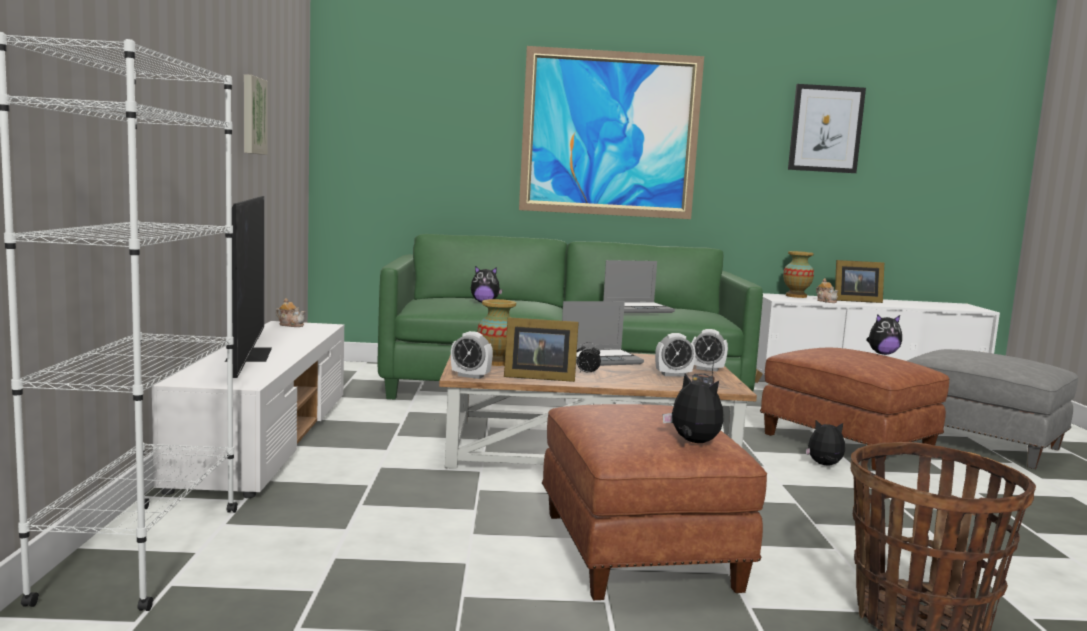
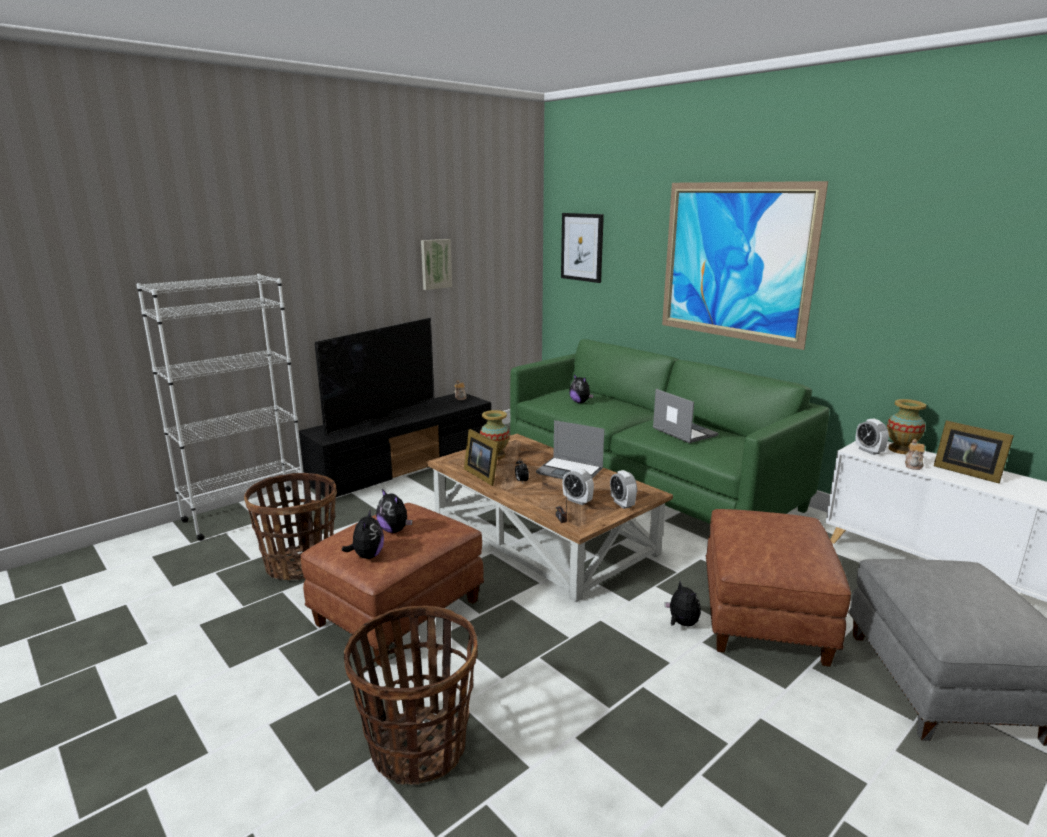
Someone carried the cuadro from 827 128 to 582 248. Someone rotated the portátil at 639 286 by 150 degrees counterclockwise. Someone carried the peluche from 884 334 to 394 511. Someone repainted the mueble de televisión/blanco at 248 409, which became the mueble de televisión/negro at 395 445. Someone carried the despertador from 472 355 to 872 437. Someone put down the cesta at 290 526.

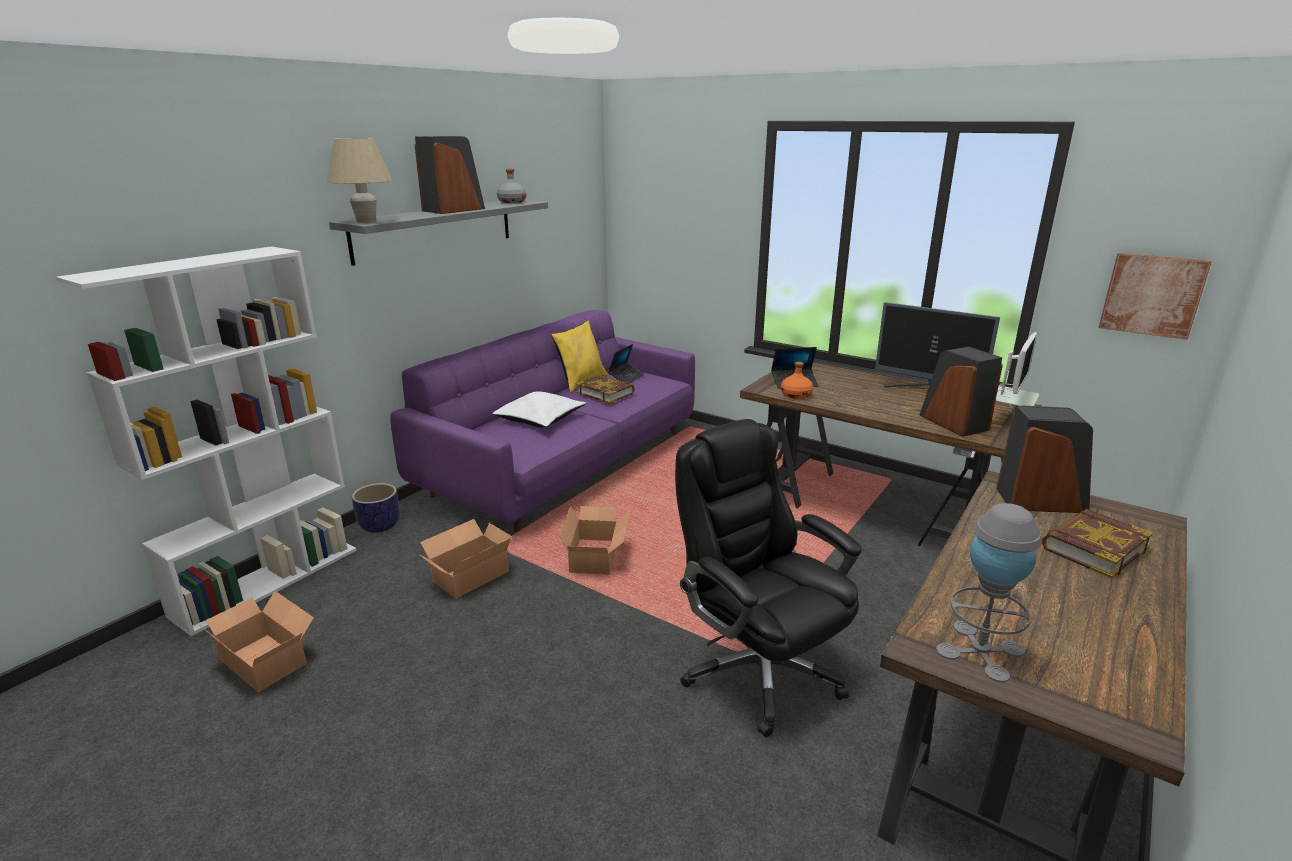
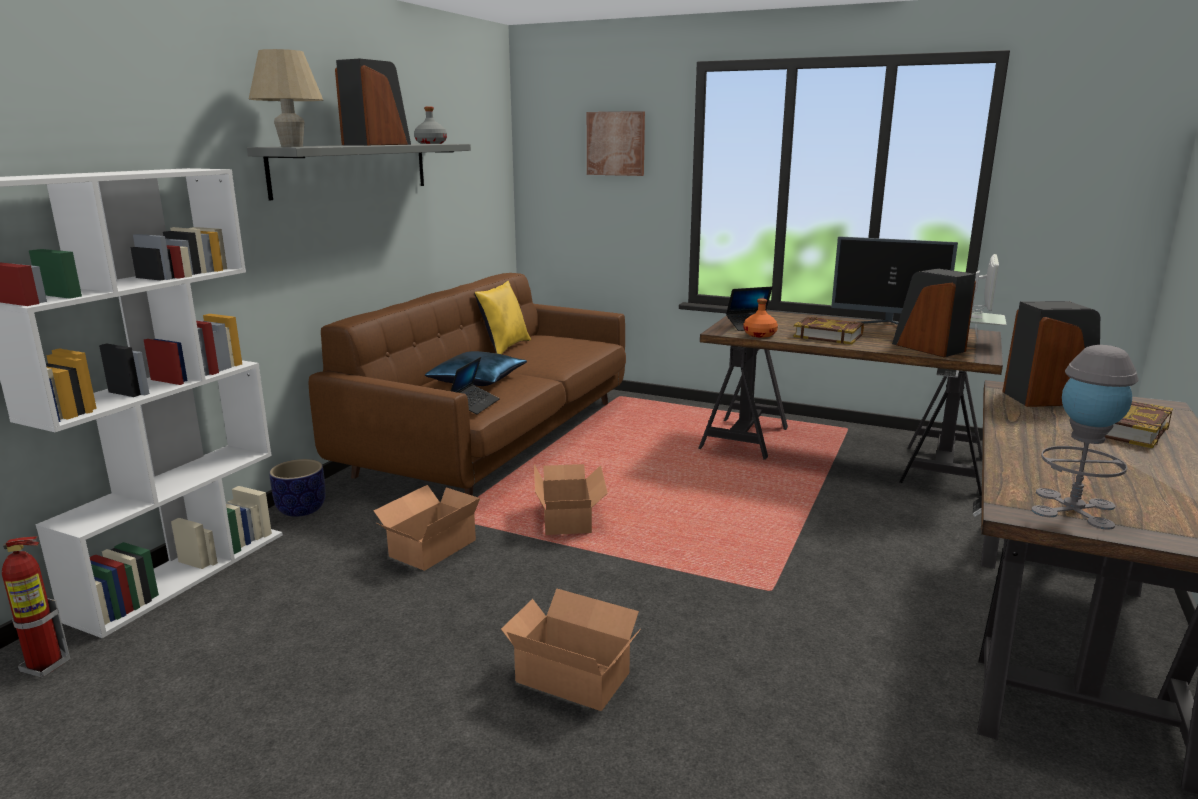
Someone carried the cuadro from 1155 296 to 616 143. Someone repainted the sofá/morado at 542 421, which became the sofá/marrón at 467 384. Someone carried the portátil from 626 363 to 475 385. Someone carried the libro from 605 389 to 828 330. Someone repainted the cojín/blanco at 539 409, which became the cojín/azul at 476 368. Someone took away the silla de oficina/negro at 768 578. Someone carried the caja de cartón from 256 641 to 571 649. Someone put down the extintor at 36 607.

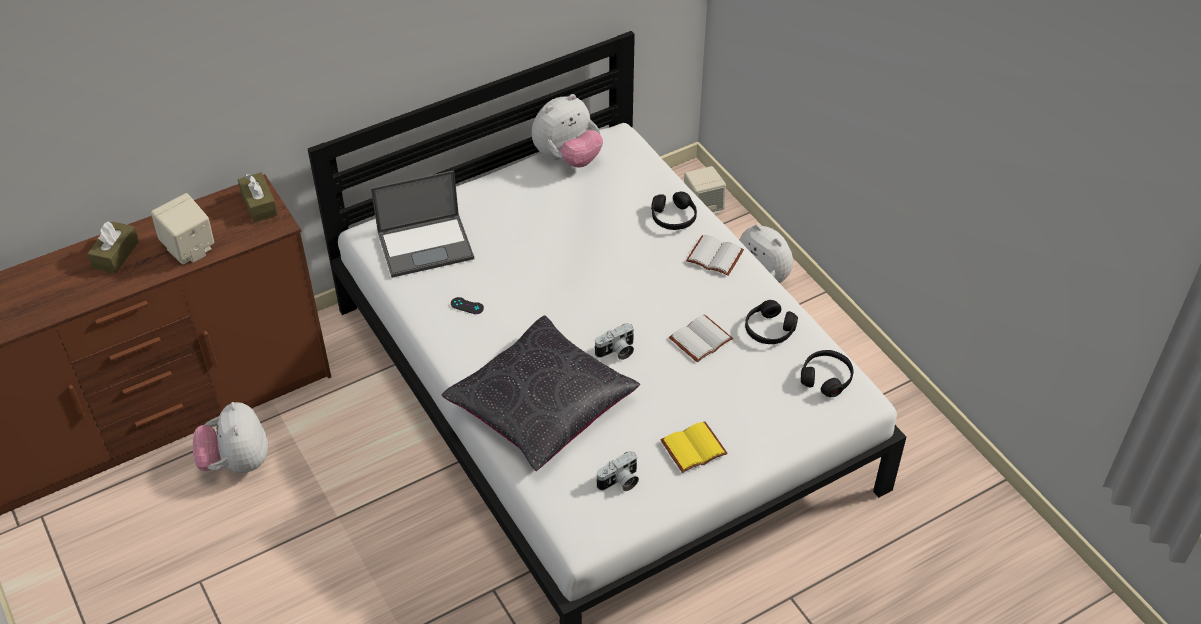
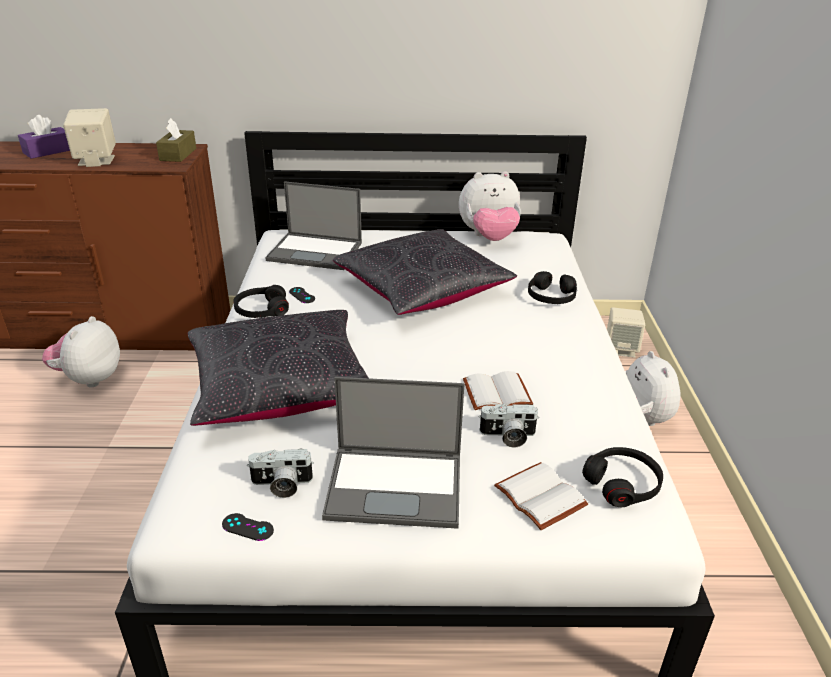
Someone repainted the caja de pañuelos/marrón at 113 247, which became the caja de pañuelos/morado at 44 137. Someone carried the libro/blanco from 715 255 to 541 496. Someone carried the auriculares/negro from 771 322 to 261 301. Someone carried the cámara from 614 341 to 508 426. Someone swapped the libro/amarillo at 694 447 for the portátil at 393 453. Someone put down the cojín/negro at 425 272. Someone put down the mando de consola/negro at 248 527.

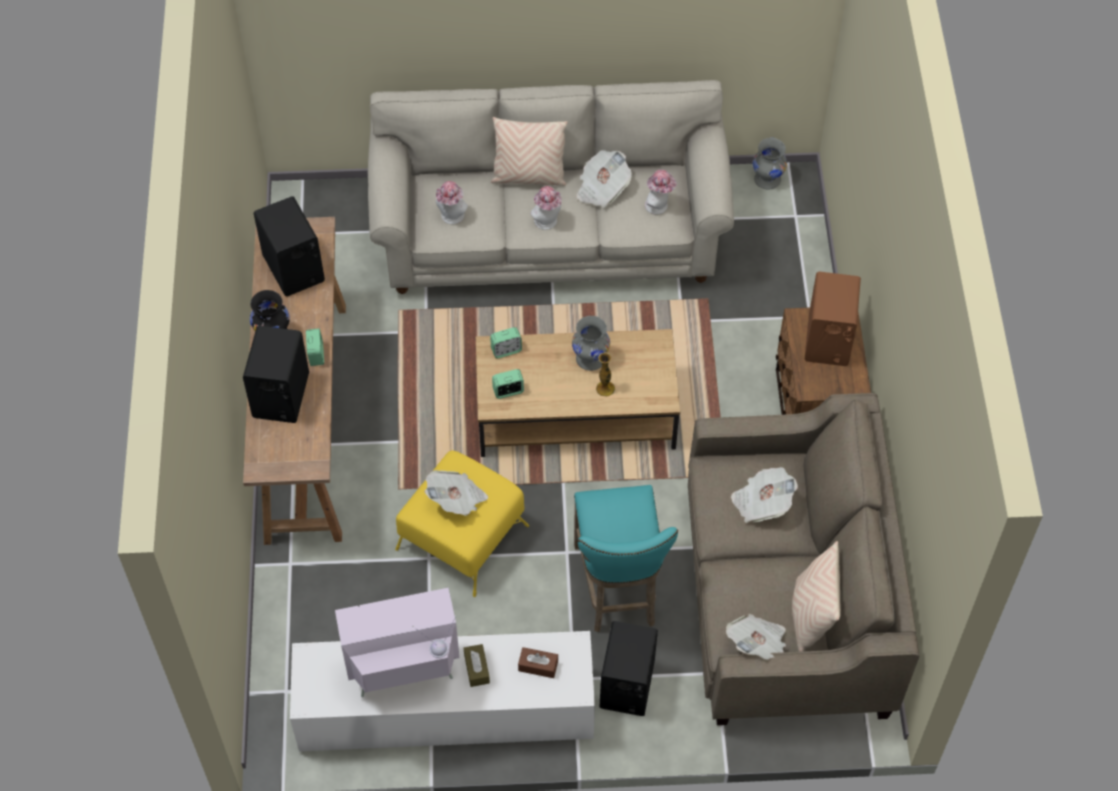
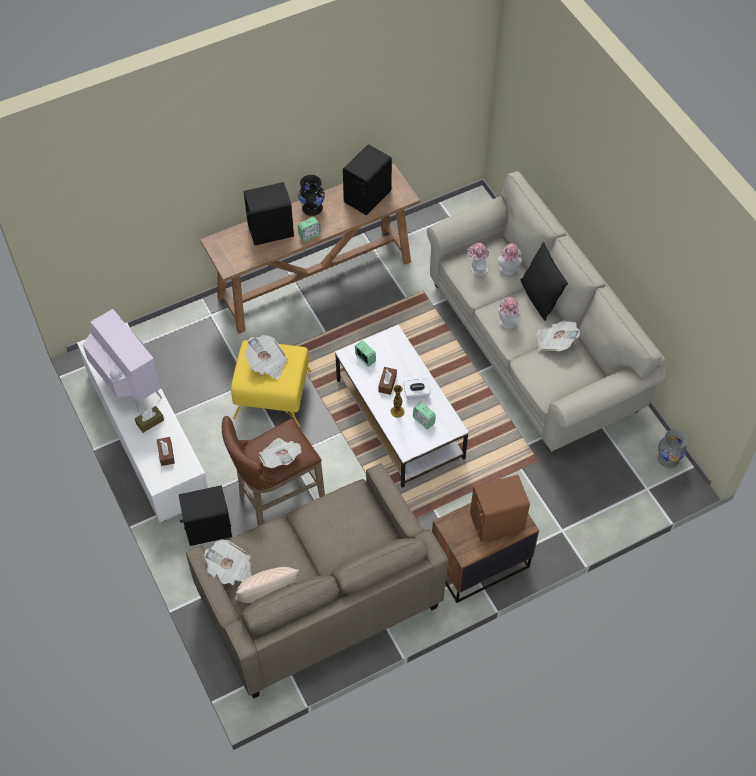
Someone repainted the cojín/beis at 529 151, which became the cojín/negro at 544 281. Someone carried the sombrero from 661 192 to 510 259. Someone swapped the florero/gris at 591 343 for the caja de pañuelos/blanco at 417 388. Someone carried the despertador from 506 342 to 424 415. Someone repainted the mesa de centro/marrón at 578 393, which became the mesa de centro/blanco at 402 406. Someone carried the periódico from 764 495 to 280 453. Someone repainted the taburete/turquesa at 626 558, which became the taburete/marrón at 273 471. Someone put down the caja de pañuelos/marrón at 387 381.

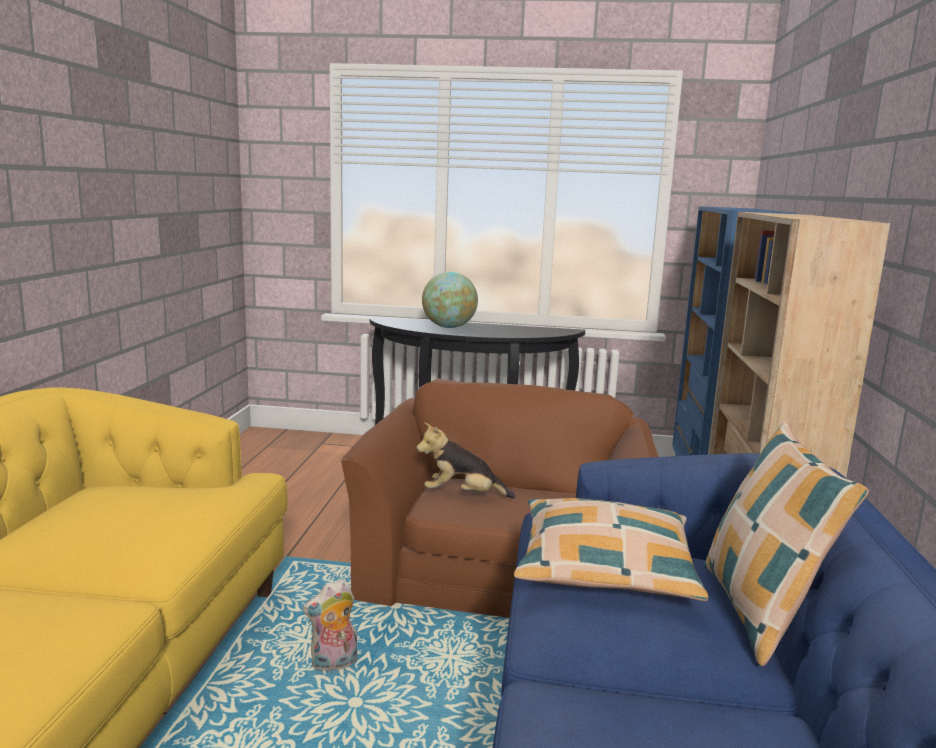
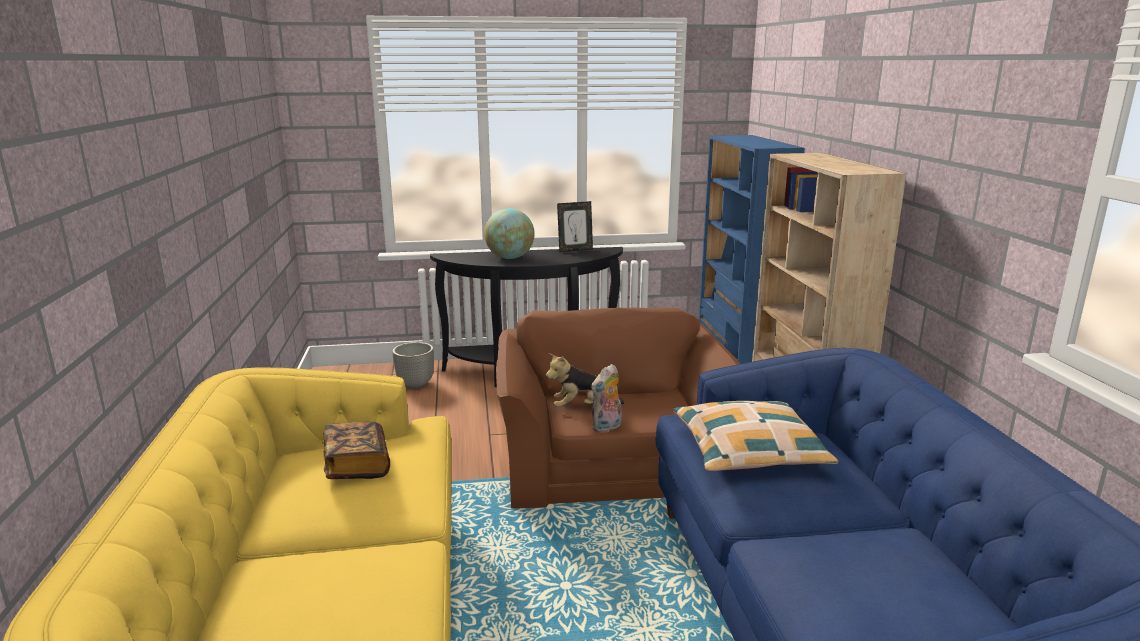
Someone took away the cojín at 786 543. Someone carried the peluche from 330 625 to 608 398. Someone put down the portarretratos at 575 226. Someone put down the maceta at 413 365. Someone put down the libro at 357 450.

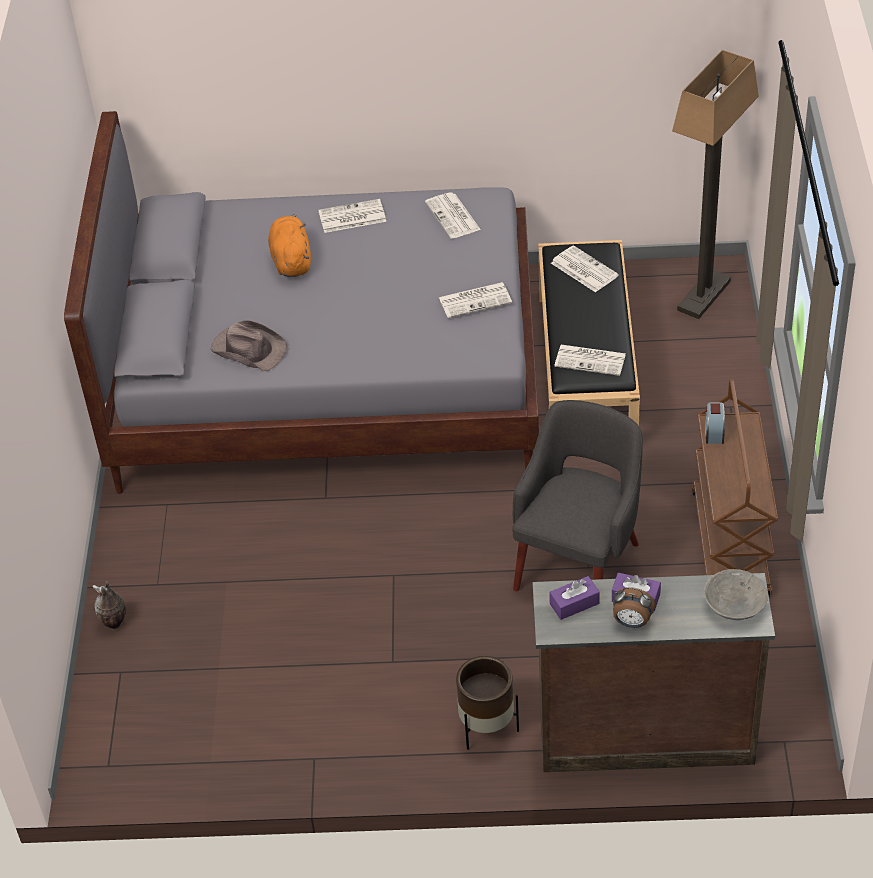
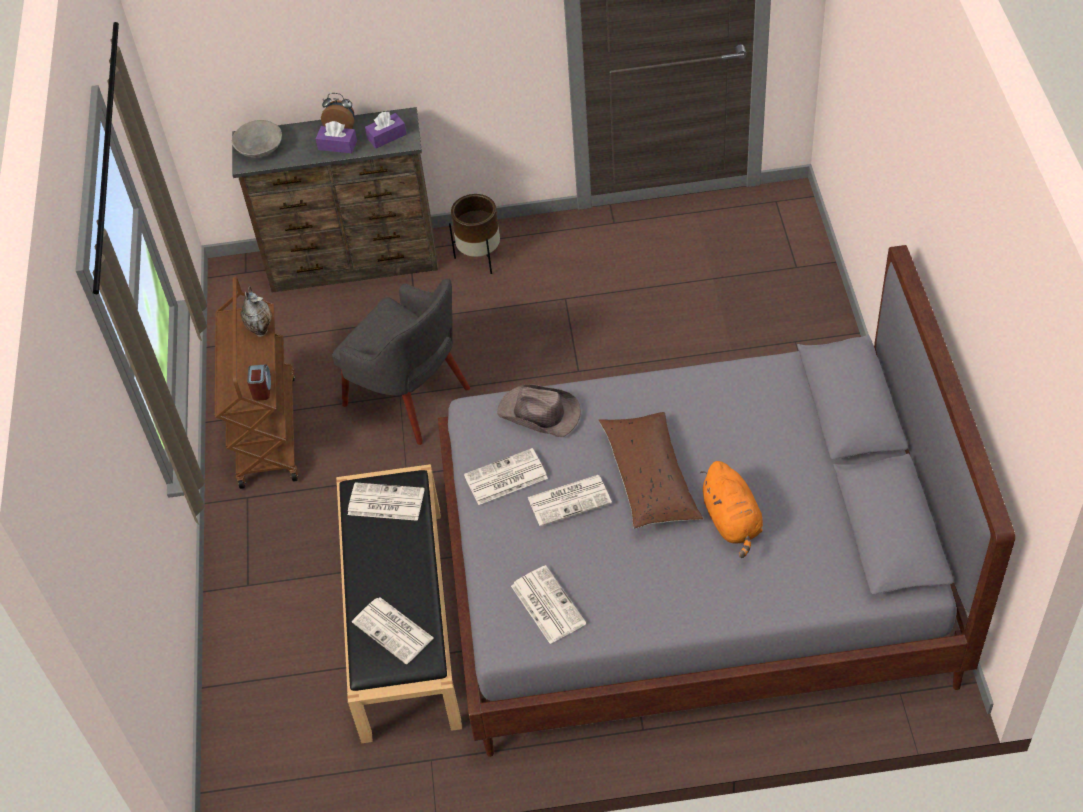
Someone took away the lámpara de pie at 715 184. Someone carried the periódico from 352 216 to 569 500. Someone carried the sombrero/marrón from 249 345 to 539 410. Someone rotated the sillón/gris at 577 496 by 75 degrees counterclockwise. Someone carried the florero from 109 605 to 256 311. Someone put down the cojín/marrón at 651 470.

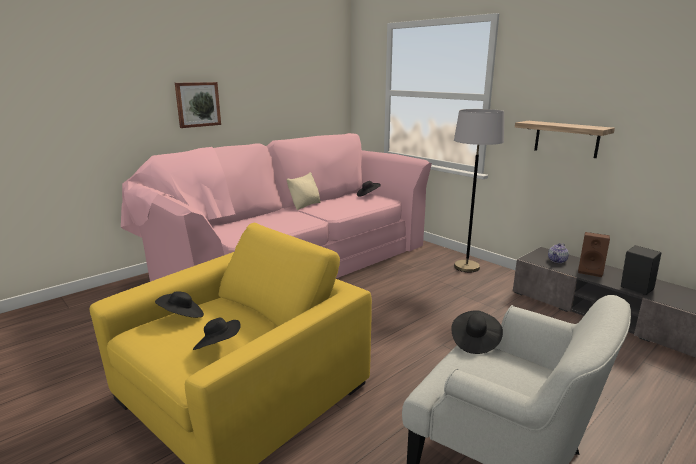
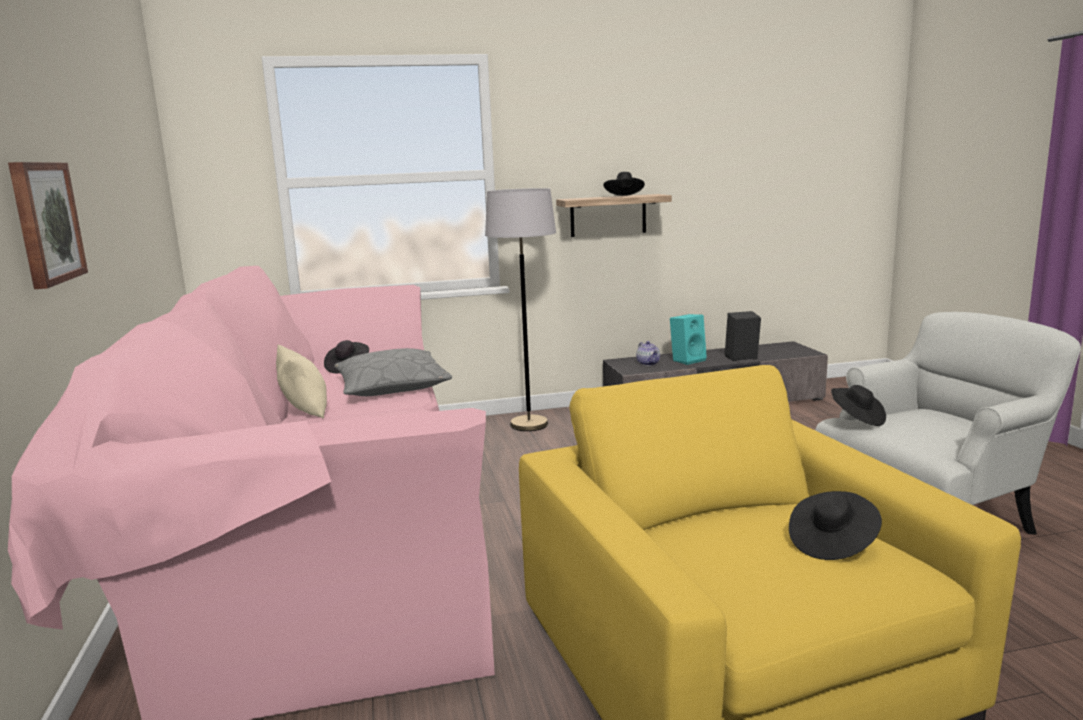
Someone repainted the altavoz/marrón at 594 254, which became the altavoz/turquesa at 688 339. Someone carried the sombrero/negro from 179 304 to 624 184. Someone put down the cojín/gris at 393 372.

